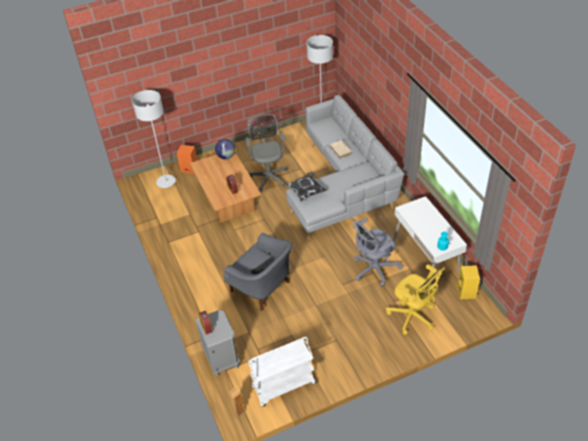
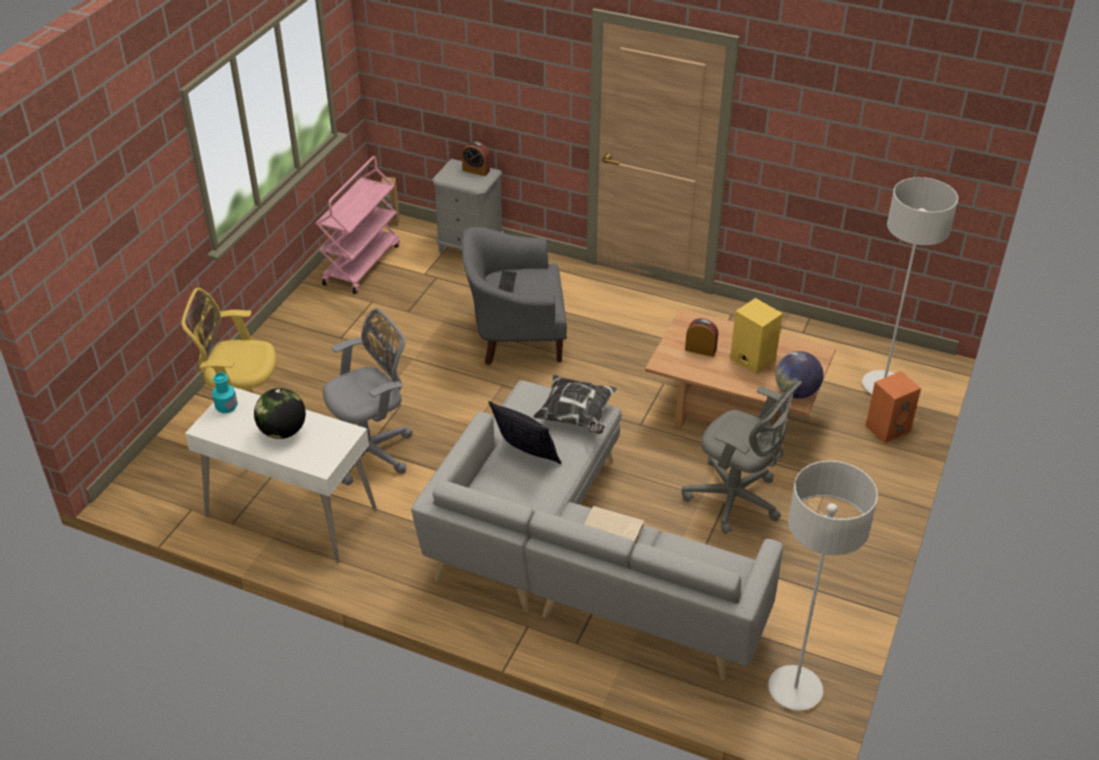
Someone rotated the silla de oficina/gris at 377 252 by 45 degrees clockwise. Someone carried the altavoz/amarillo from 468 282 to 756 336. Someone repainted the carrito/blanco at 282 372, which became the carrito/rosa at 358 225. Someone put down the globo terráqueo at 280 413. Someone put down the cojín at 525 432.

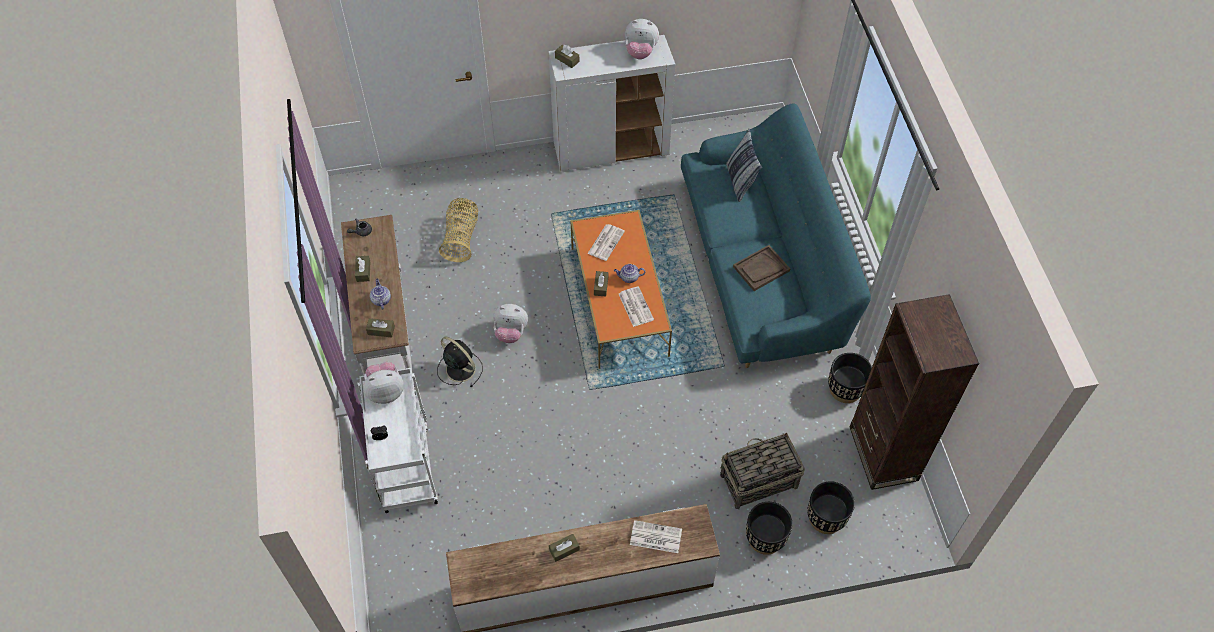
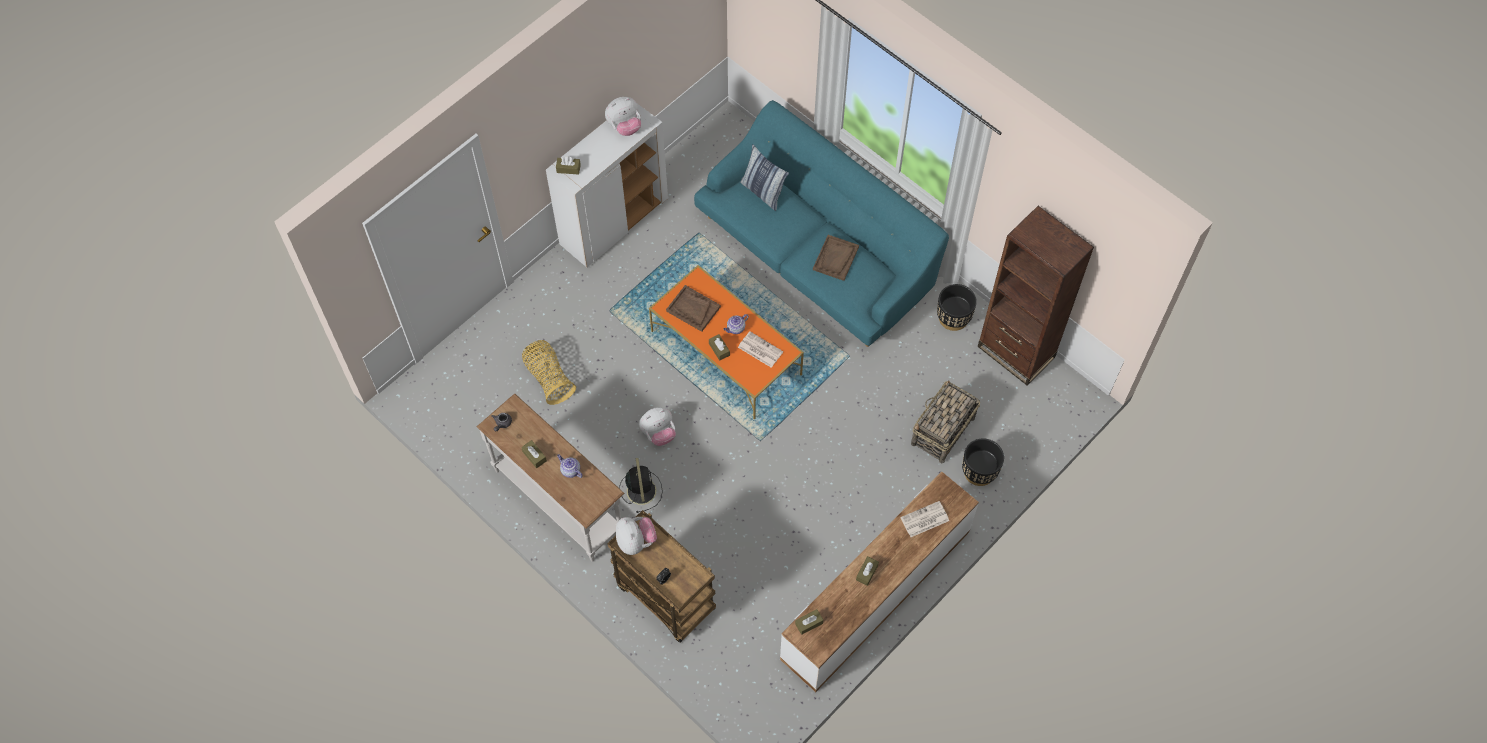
Someone swapped the periódico at 606 242 for the bandeja/marrón at 693 308. Someone carried the caja de pañuelos/marrón from 380 327 to 809 622. Someone rotated the ventilador/negro at 460 362 by 75 degrees clockwise. Someone rotated the peluche at 383 383 by 120 degrees clockwise. Someone repainted the carrito/blanco at 398 440, which became the carrito/marrón at 661 576. Someone took away the maceta/negro at 831 507.

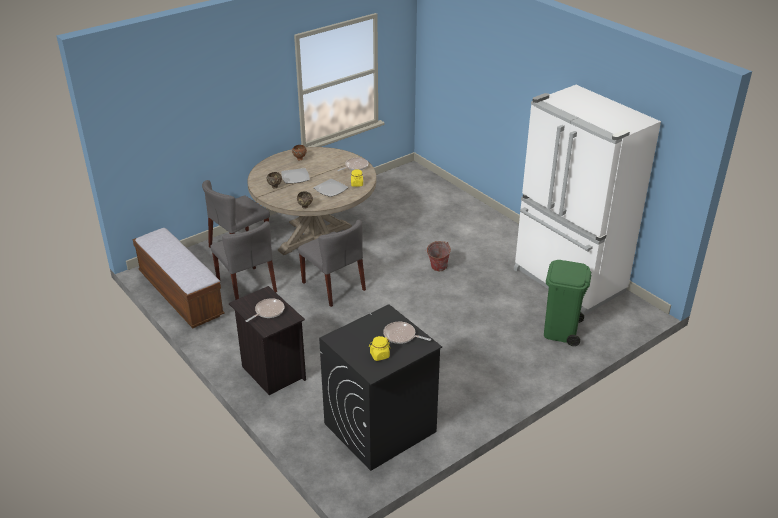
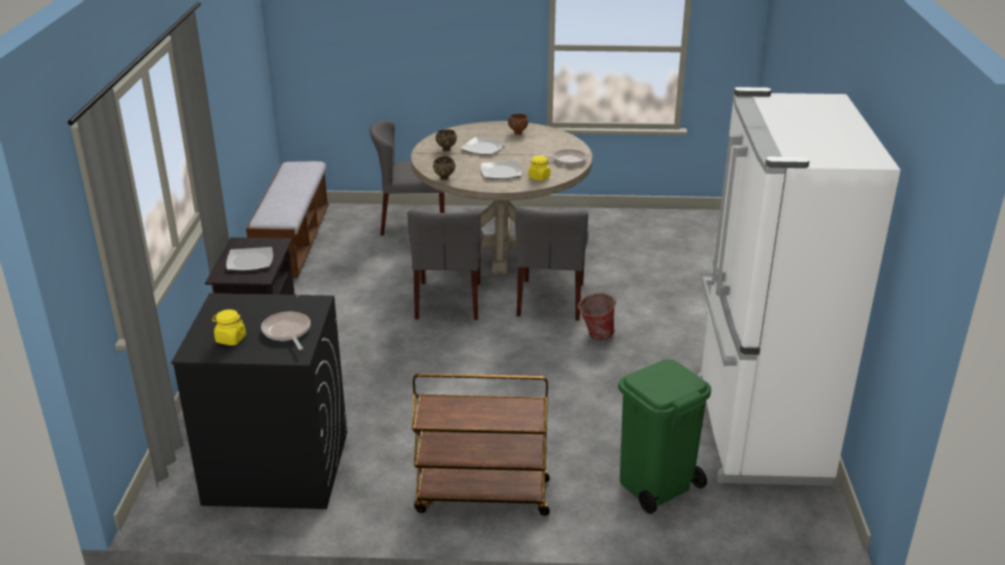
Someone carried the silla/gris from 244 260 to 552 264. Someone swapped the sartén at 265 310 for the plato at 249 259. Someone put down the carrito/marrón at 481 444.

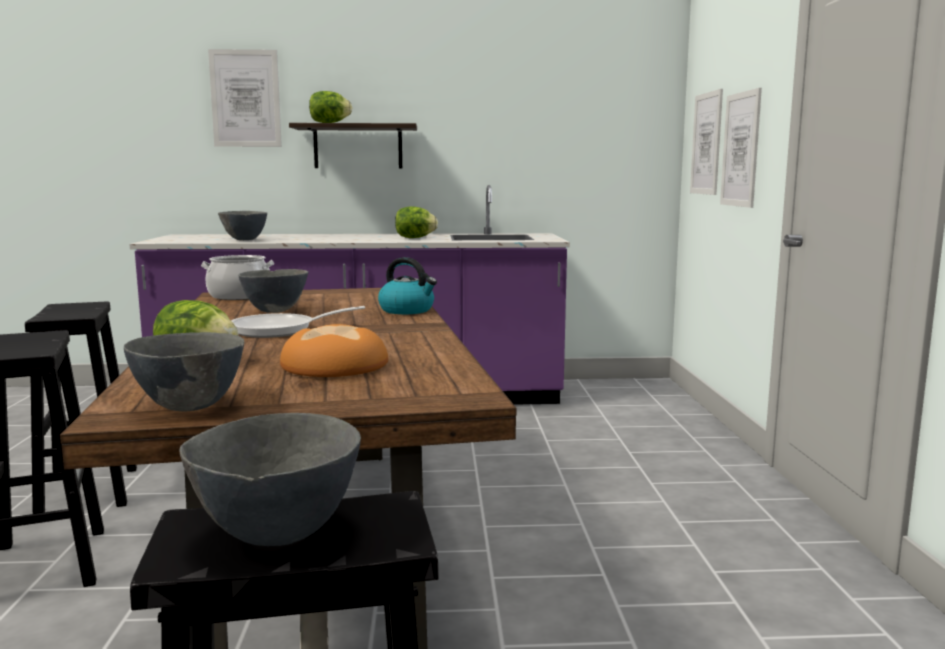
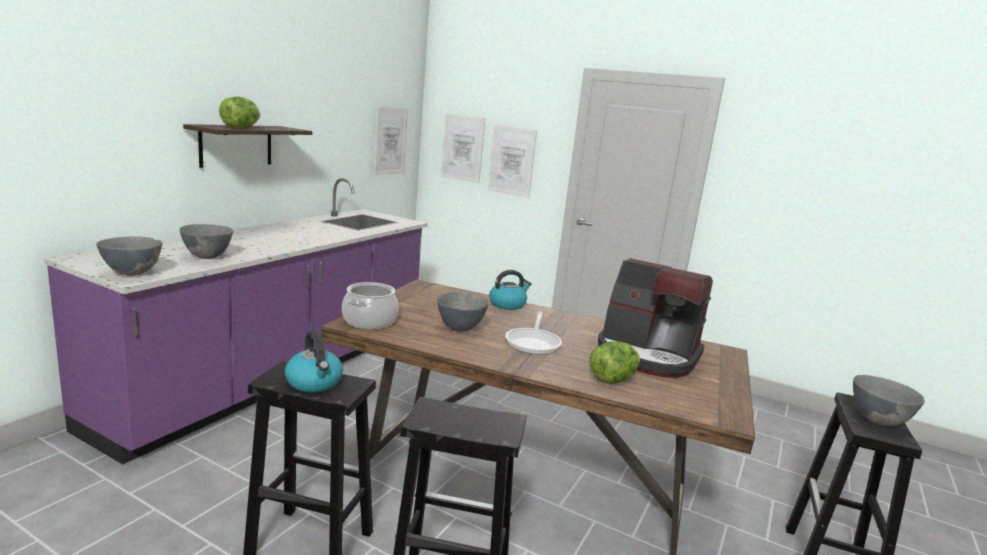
Someone carried the cuadro from 245 98 to 391 141. Someone took away the lechuga at 416 222. Someone swapped the pan at 334 350 for the cafetera at 655 318. Someone carried the cuenco/gris from 184 372 to 129 256. Someone put down the hervidor at 314 361.

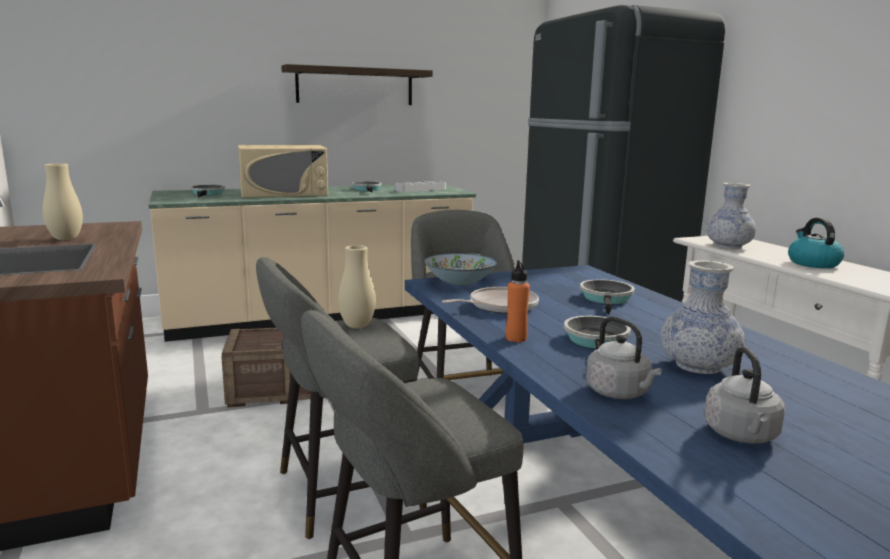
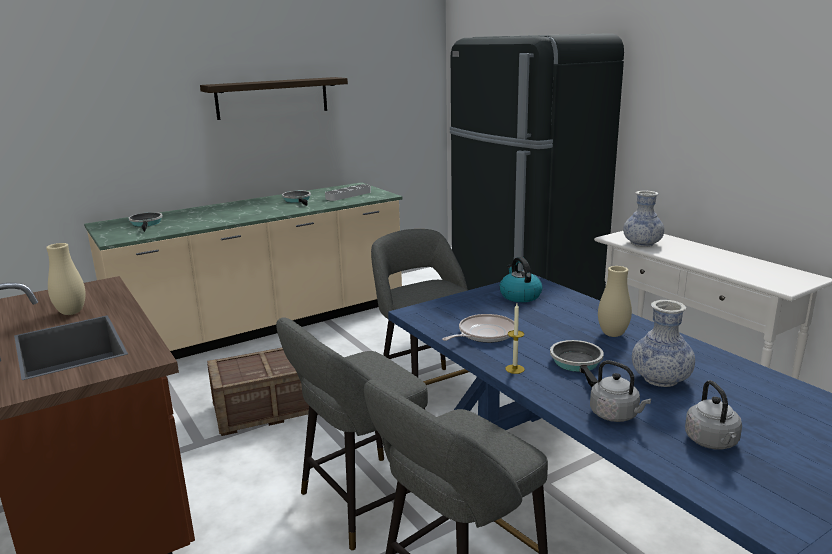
Someone took away the microondas/beis at 283 171. Someone carried the hervidor from 816 243 to 521 279. Someone carried the florero/beis from 357 287 to 615 301. Someone took away the cuenco at 460 269. Someone swapped the botella/naranja at 518 301 for the vela at 515 339. Someone took away the sartén at 607 297.

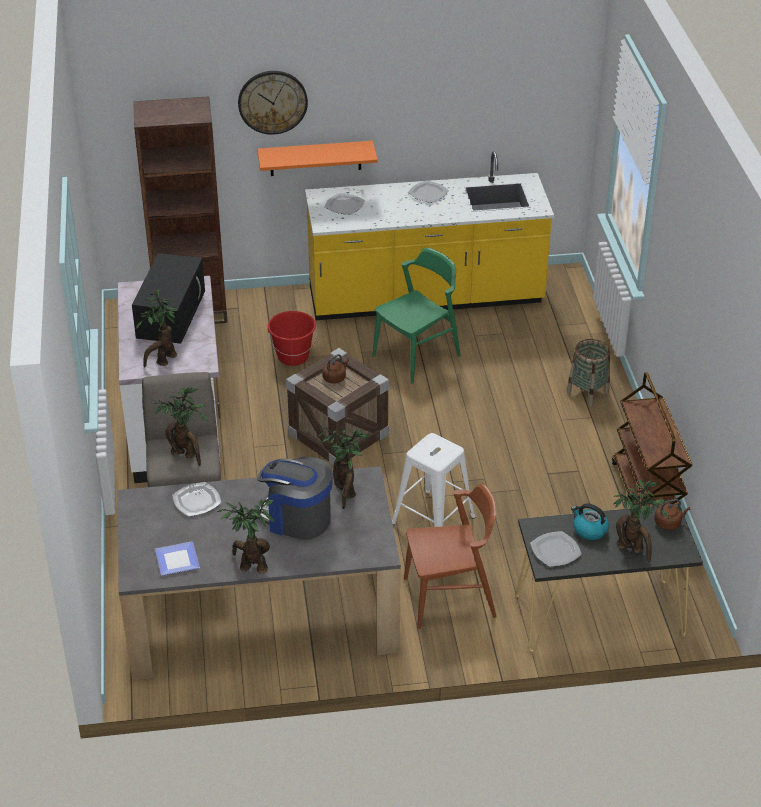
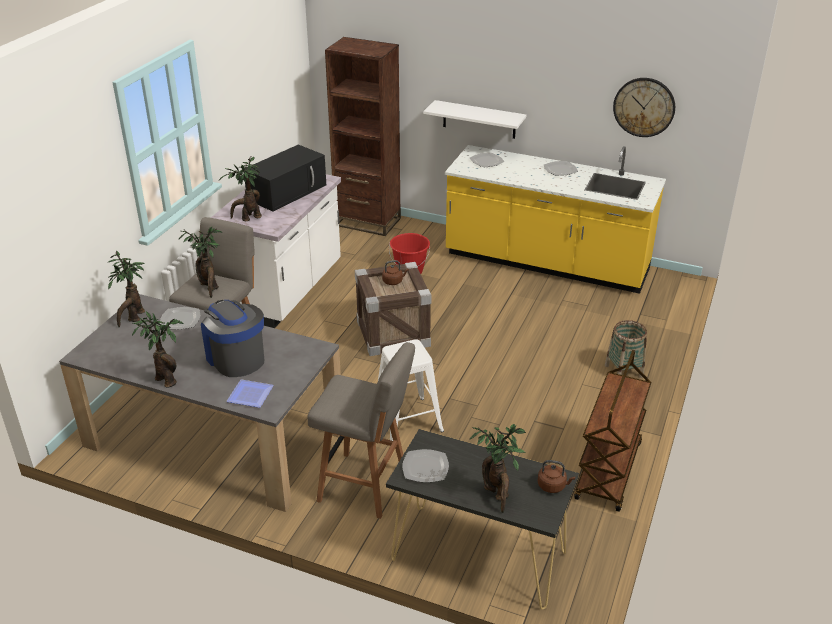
Someone carried the reloj de pared from 273 103 to 644 107. Someone repainted the estante/naranja at 317 158, which became the estante/blanco at 474 119. Someone took away the silla/verde at 416 316. Someone carried the planta en maceta from 343 468 to 126 288. Someone swapped the silla/marrón at 450 556 for the taburete/gris at 361 430. Someone took away the hervidor at 590 521. Someone carried the plato from 177 558 to 250 393.

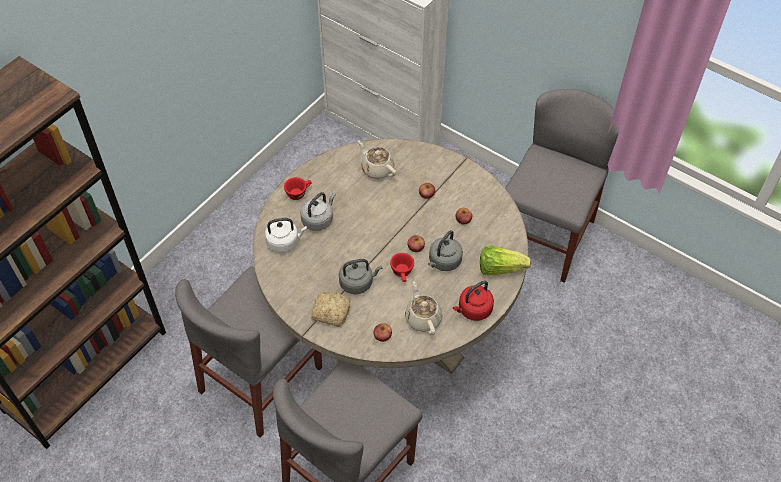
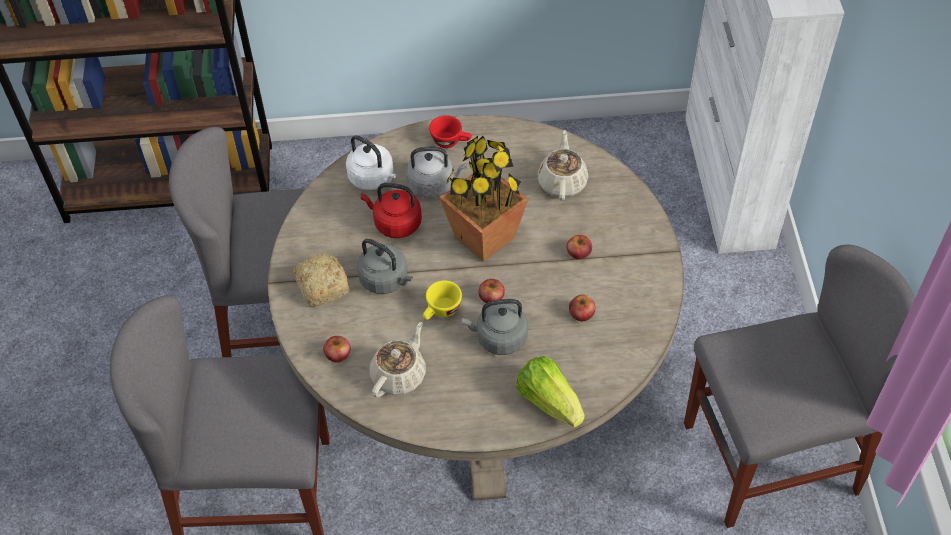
Someone repainted the taza/rojo at 402 267, which became the taza/amarillo at 442 300. Someone carried the hervidor/rojo from 473 300 to 391 210. Someone put down the planta en maceta at 483 199.

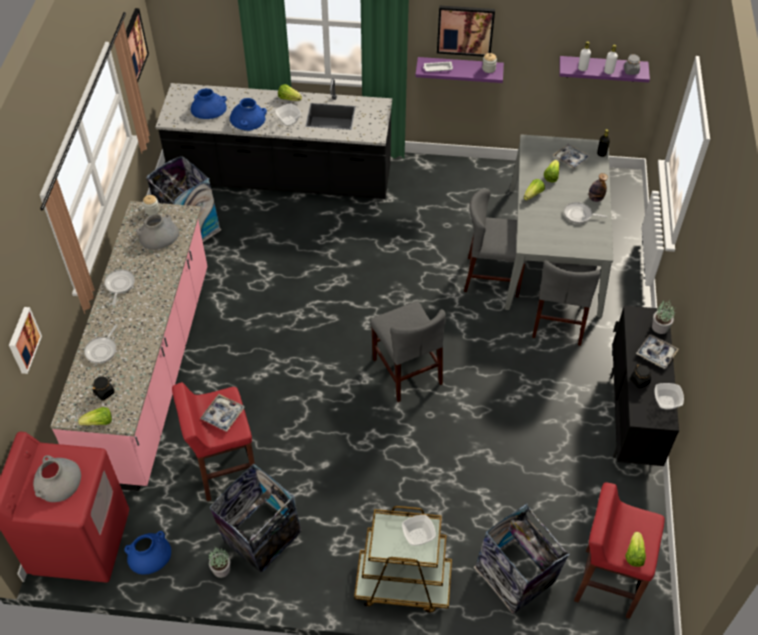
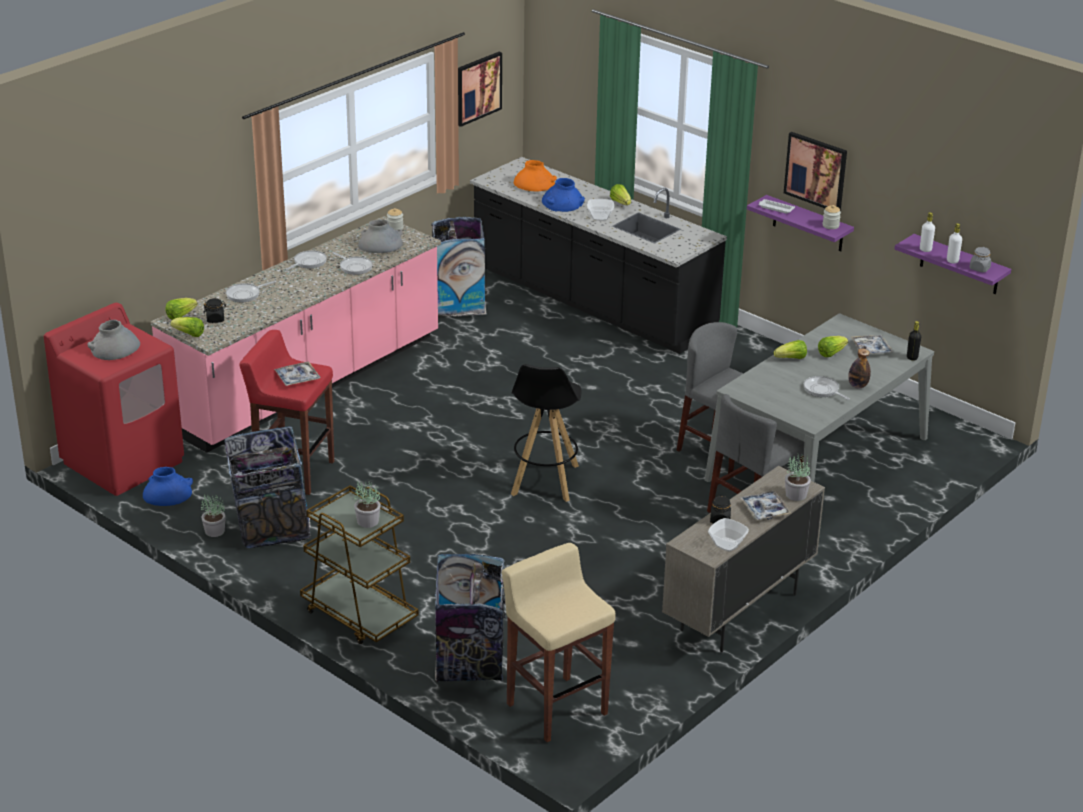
Someone repainted the florero/azul at 209 103, which became the florero/naranja at 535 175. Someone swapped the silla/gris at 408 351 for the taburete/negro at 546 433. Someone repainted the armario/negro at 644 386, which became the armario/beis at 743 559. Someone took away the cuadro at 25 340. Someone repainted the taburete/rojo at 619 551, which became the taburete/beis at 558 642. Someone swapped the cuenco at 419 530 for the planta en maceta at 367 504. Someone carried the lechuga from 635 549 to 182 309. Someone put down the sartén at 353 263.

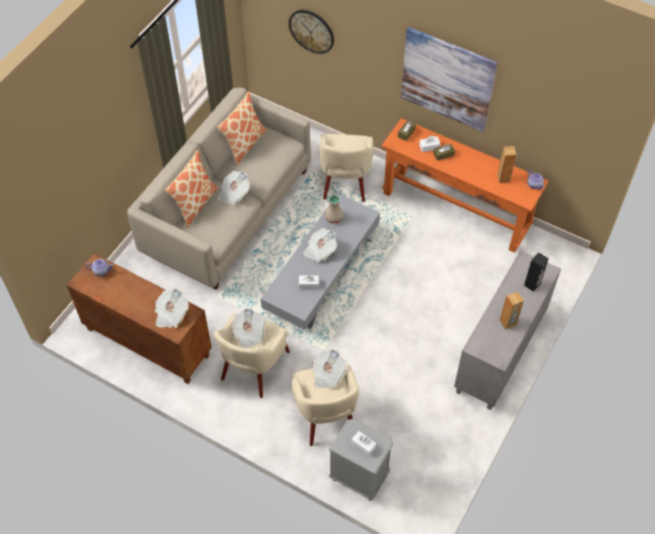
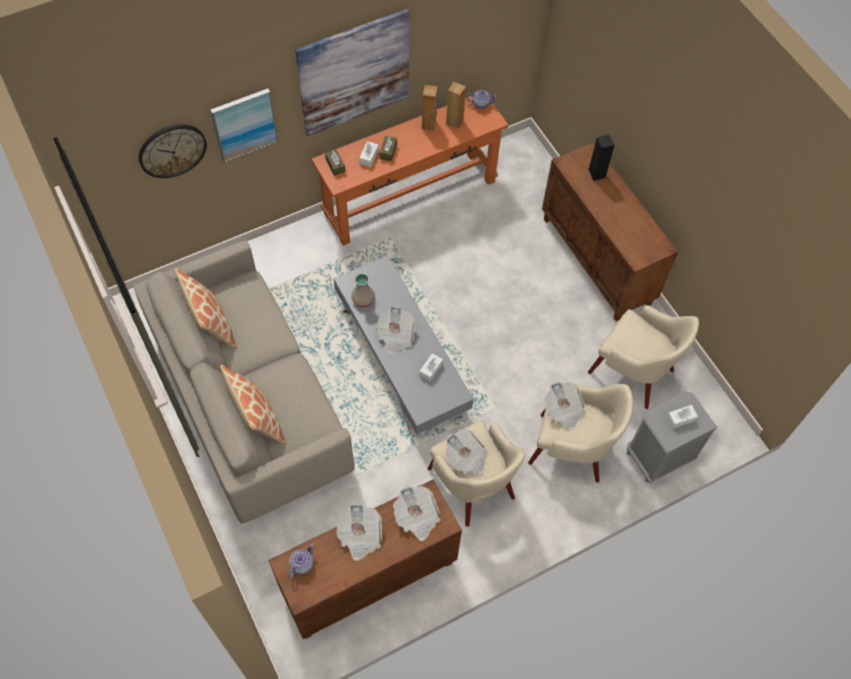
Someone carried the sillón/beis from 346 168 to 643 357. Someone carried the periódico from 234 188 to 359 532. Someone repainted the armario/gris at 507 330, which became the armario/marrón at 610 231. Someone carried the altavoz/marrón from 512 310 to 429 108. Someone put up the cuadro at 244 125.

